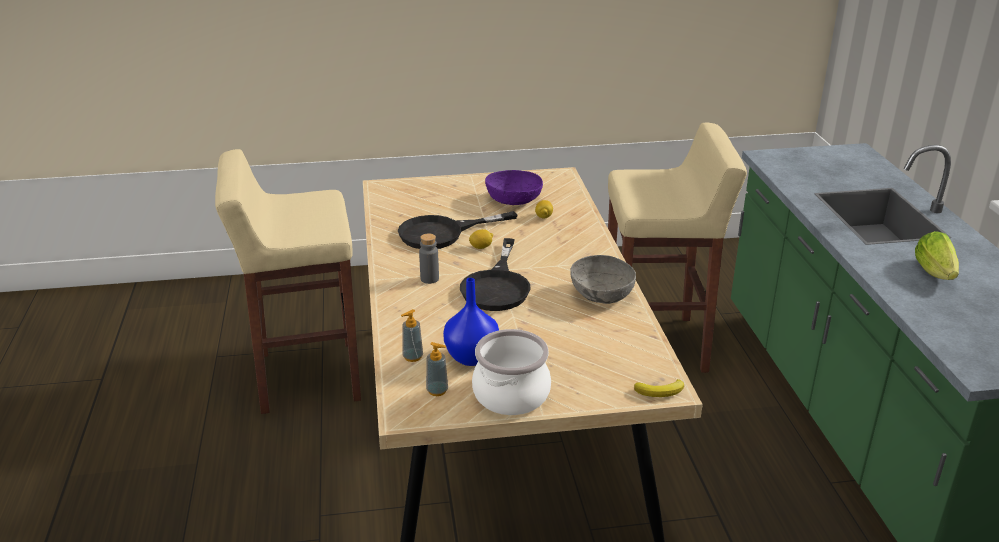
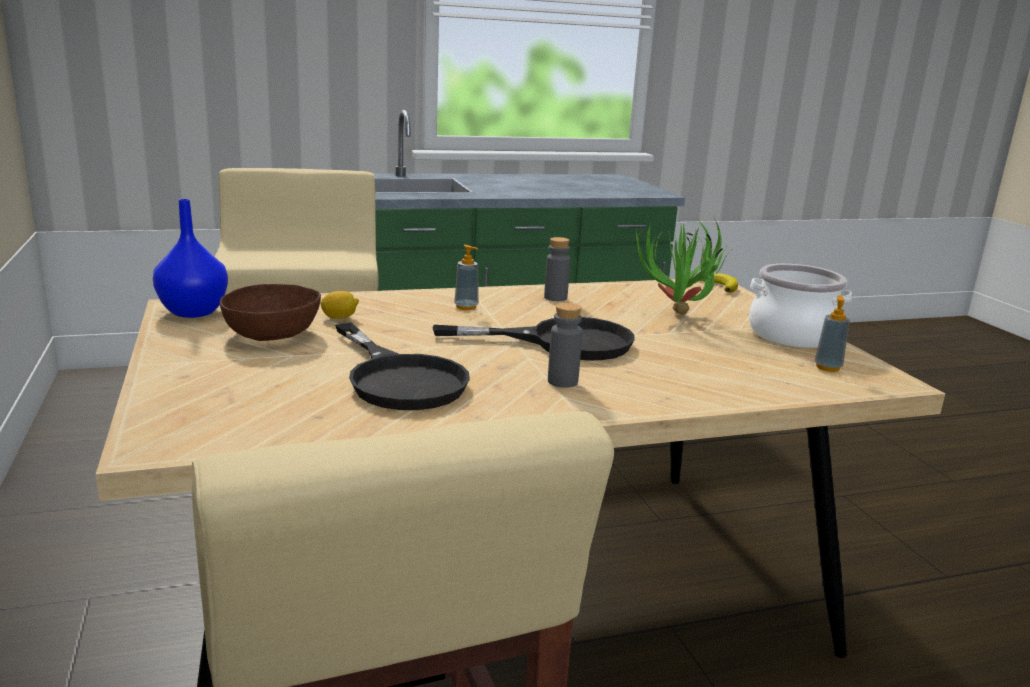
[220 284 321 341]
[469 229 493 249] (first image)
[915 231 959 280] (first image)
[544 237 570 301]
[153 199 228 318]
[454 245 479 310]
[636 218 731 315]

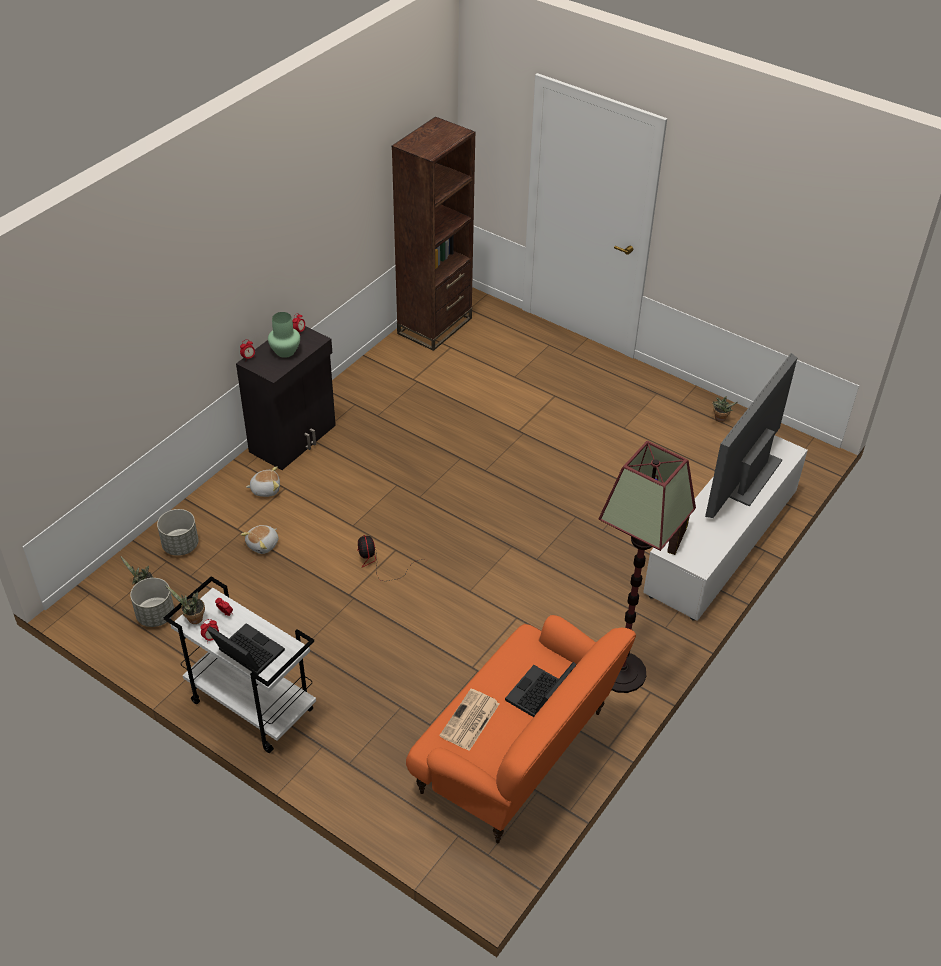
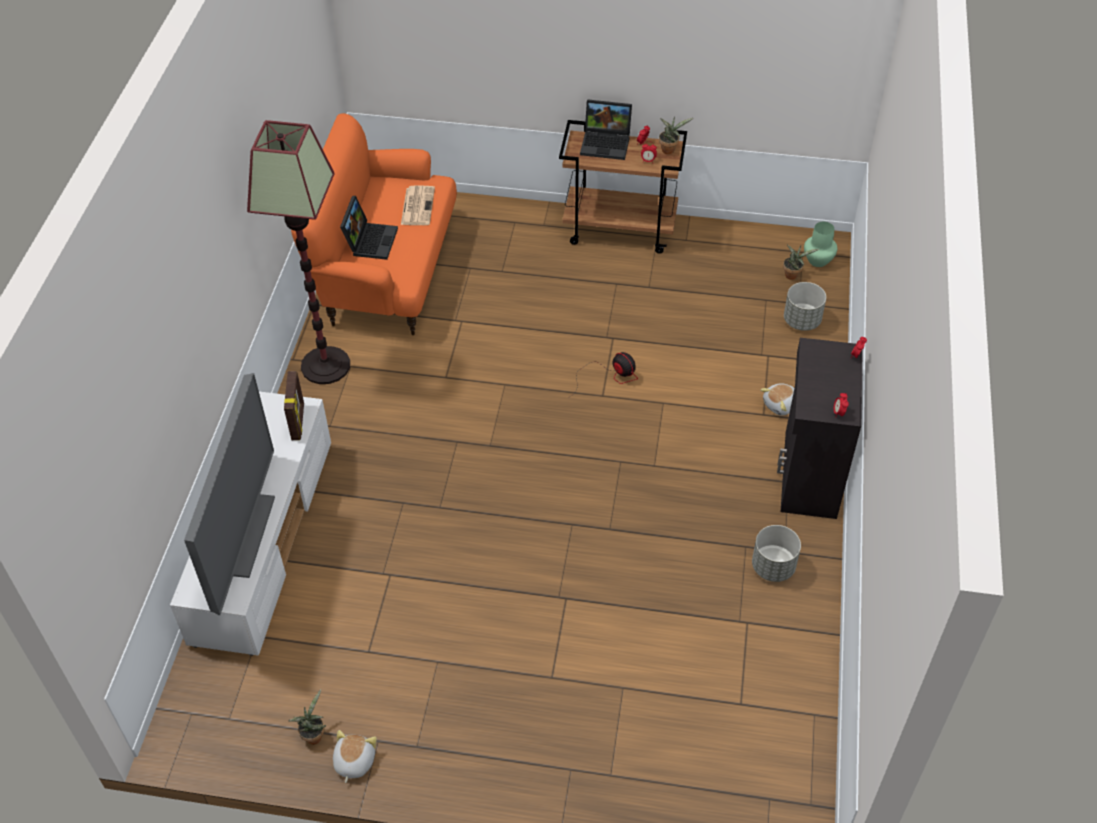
[392 117 475 351] (first image)
[804 222 837 267]
[333 730 377 783]
[559 120 687 254]
[752 525 801 582]

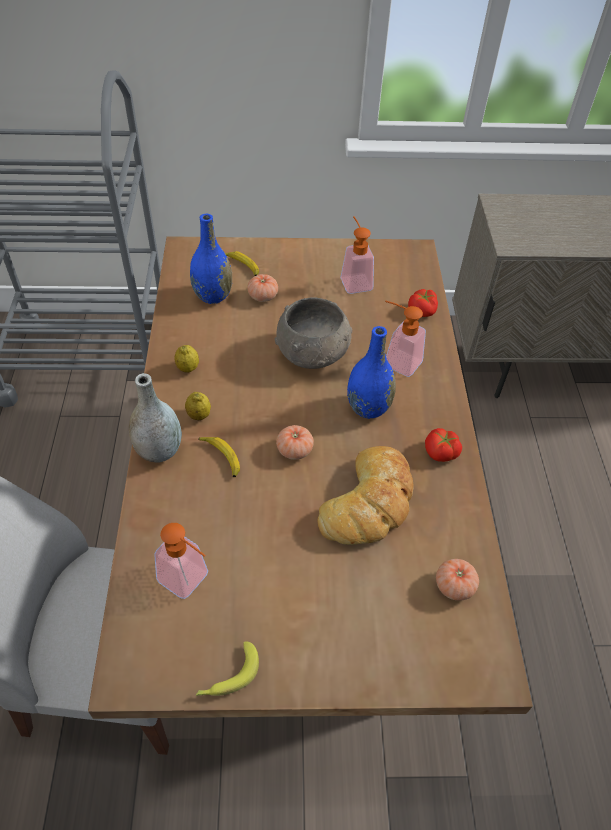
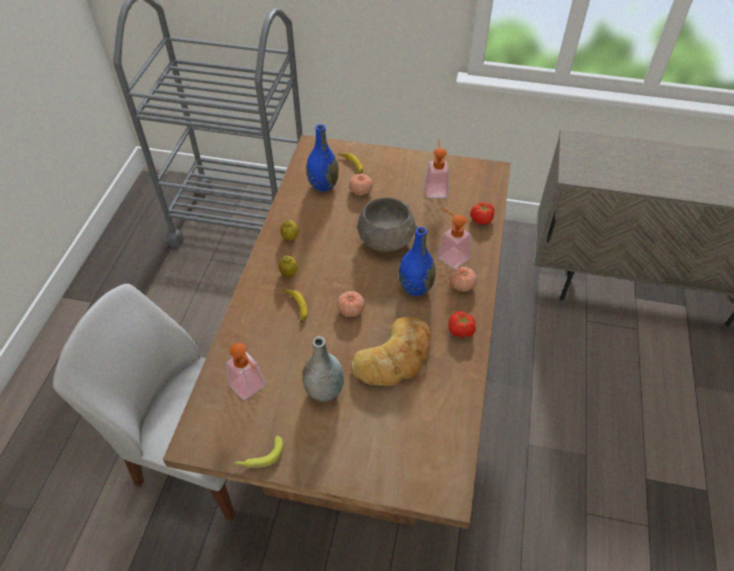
[302 336 344 402]
[450 267 477 292]

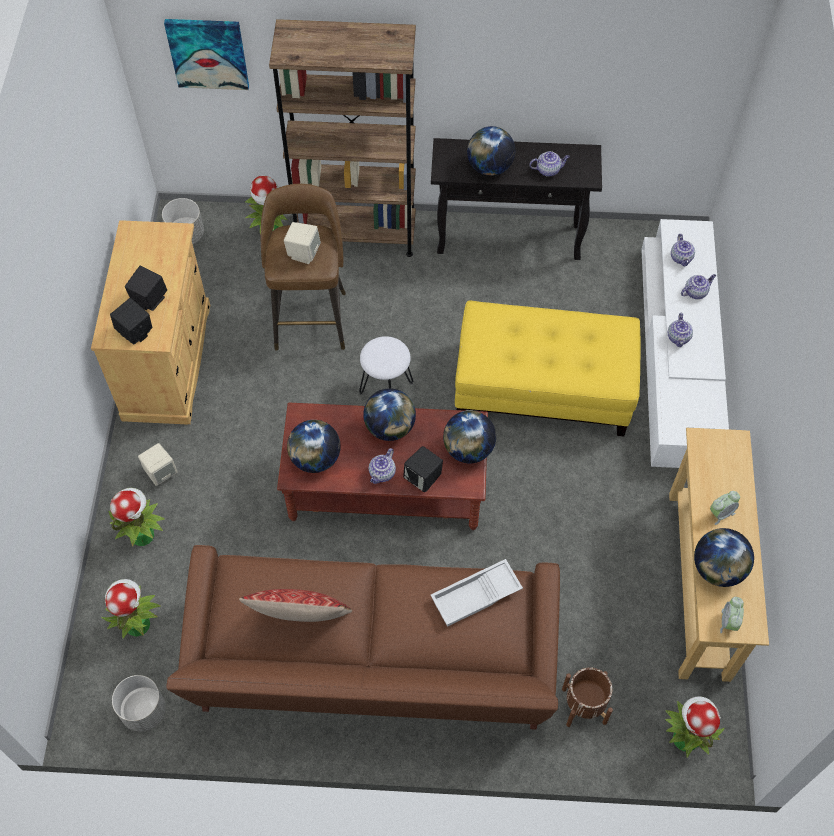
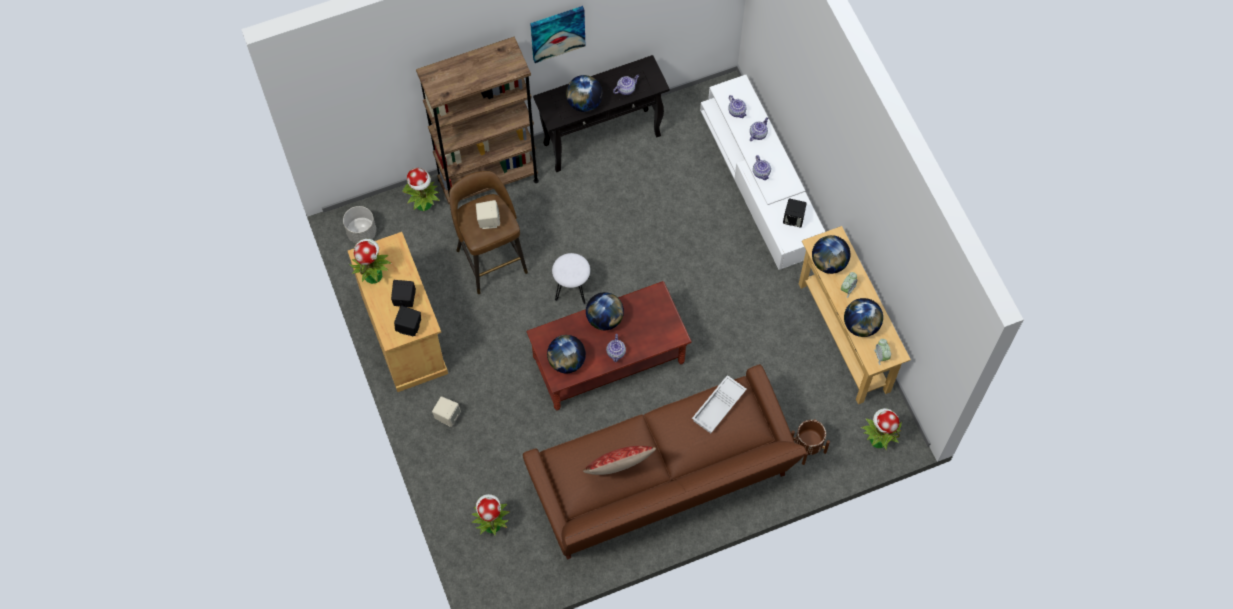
[530 6 585 63]
[455 301 641 436] (first image)
[812 235 850 274]
[783 199 807 228]
[349 239 392 284]
[112 675 166 731] (first image)

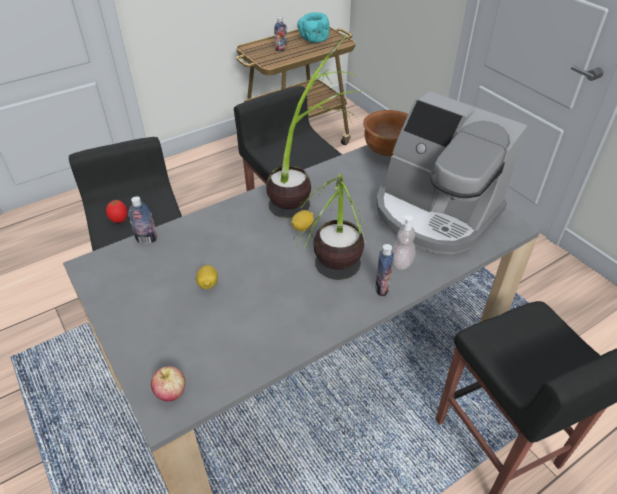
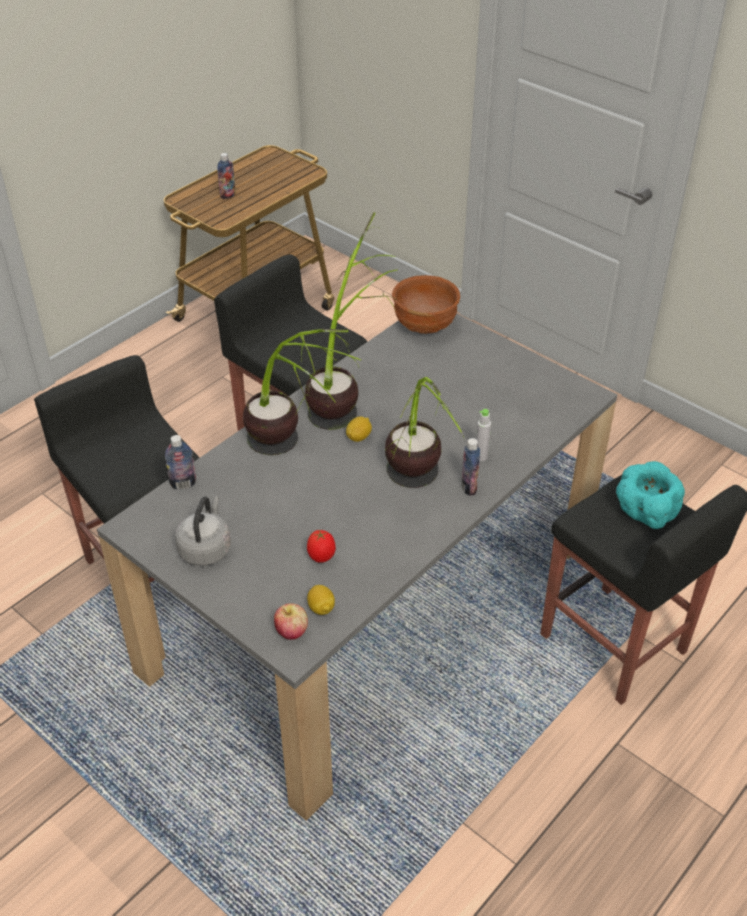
[616 461 685 529]
[376 92 527 254] (first image)
[307 530 336 563]
[476 409 491 461]
[307 585 335 615]
[243 329 361 455]
[175 496 231 566]

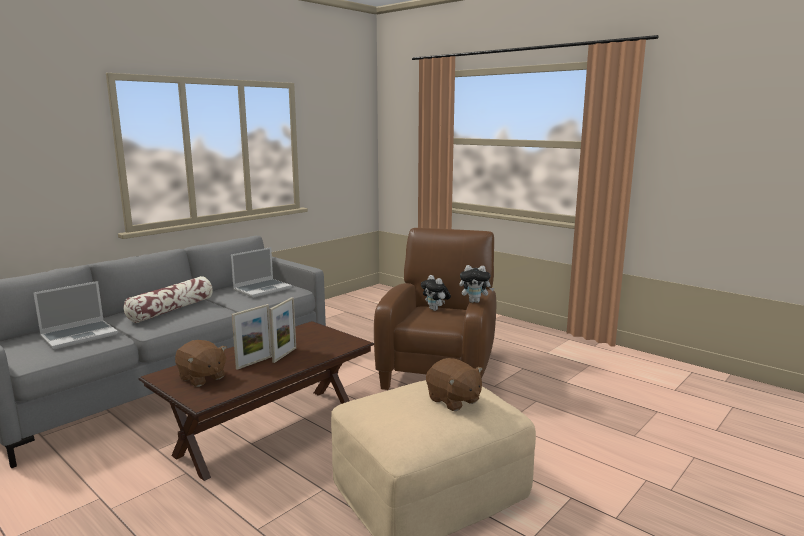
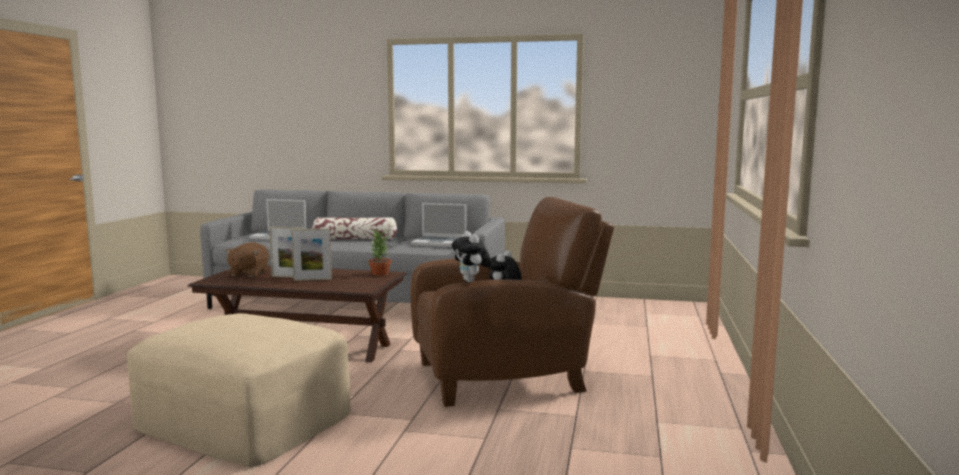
[426 358 483 411] (first image)
[369 230 391 276]

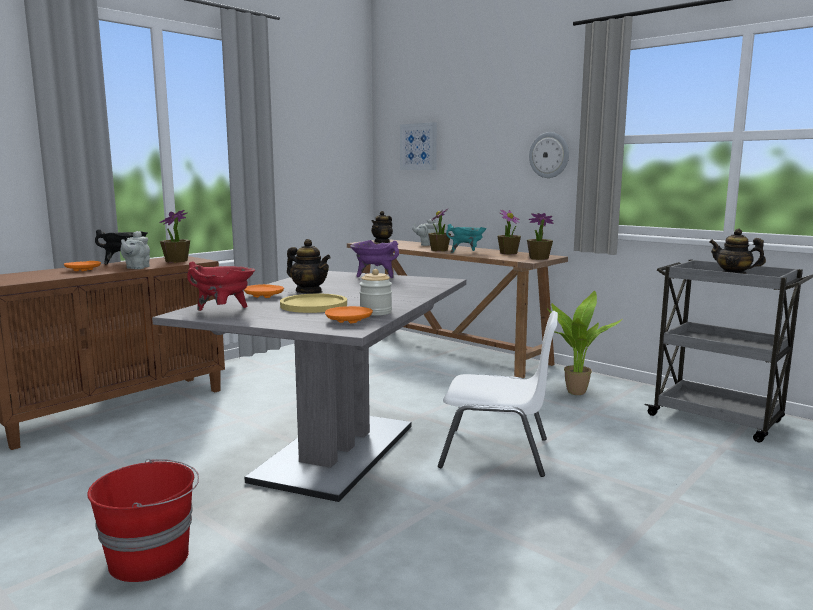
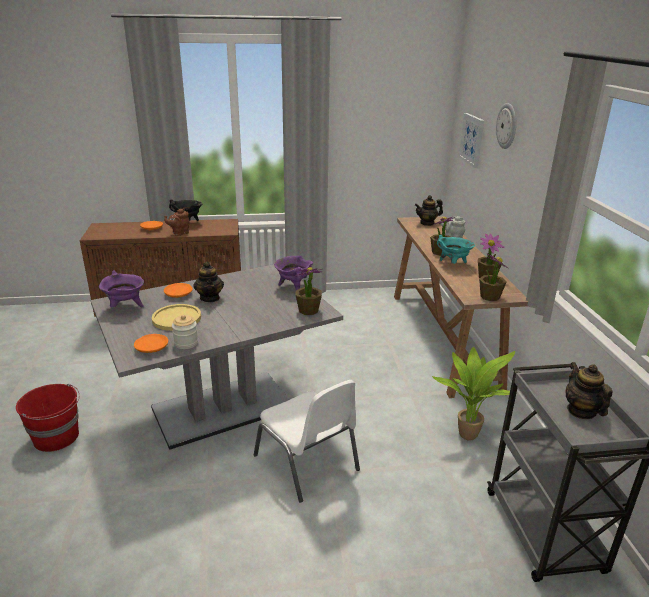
[496 103 516 149]
[295 267 322 315]
[164 208 190 236]
[99 270 144 307]

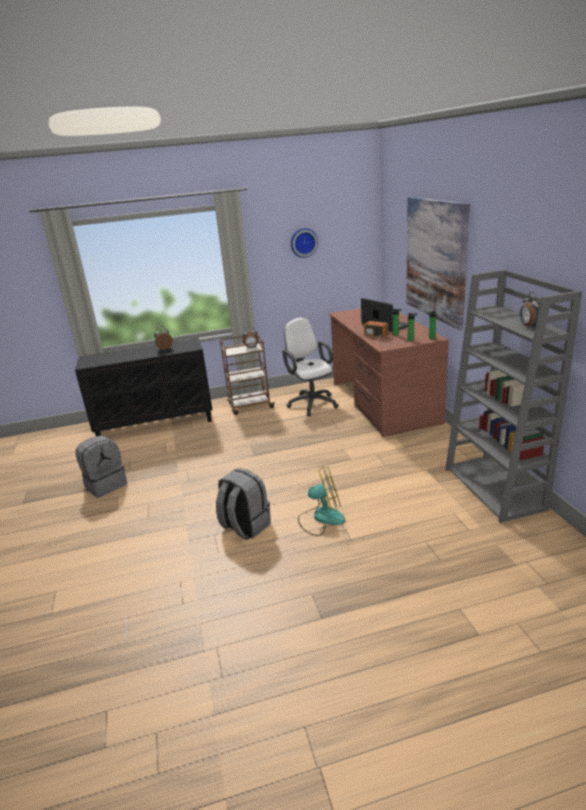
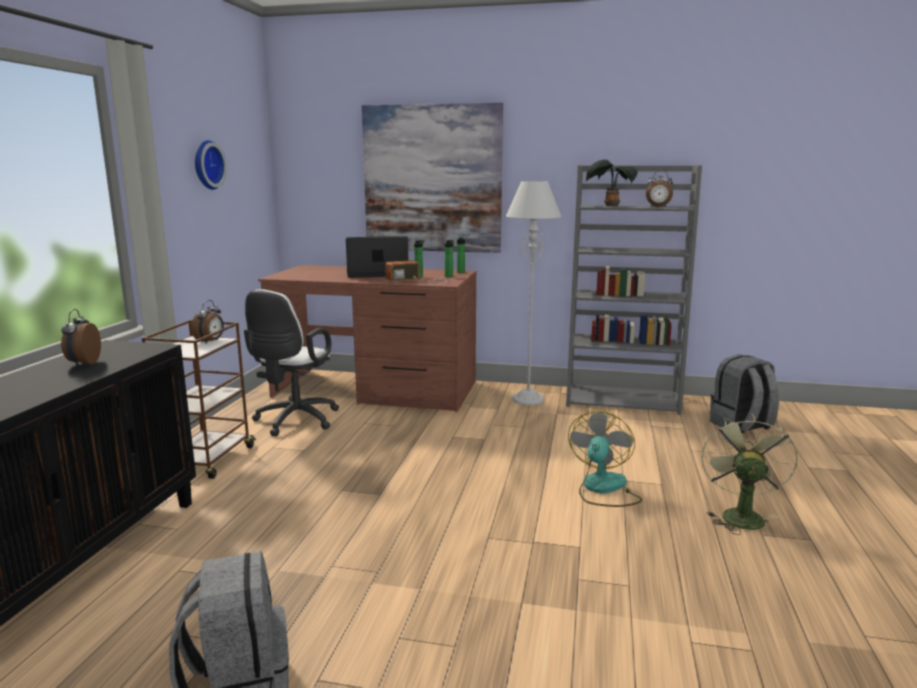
[244 289 339 436]
[710 355 779 433]
[586 160 638 206]
[506 181 562 405]
[701 413 798 535]

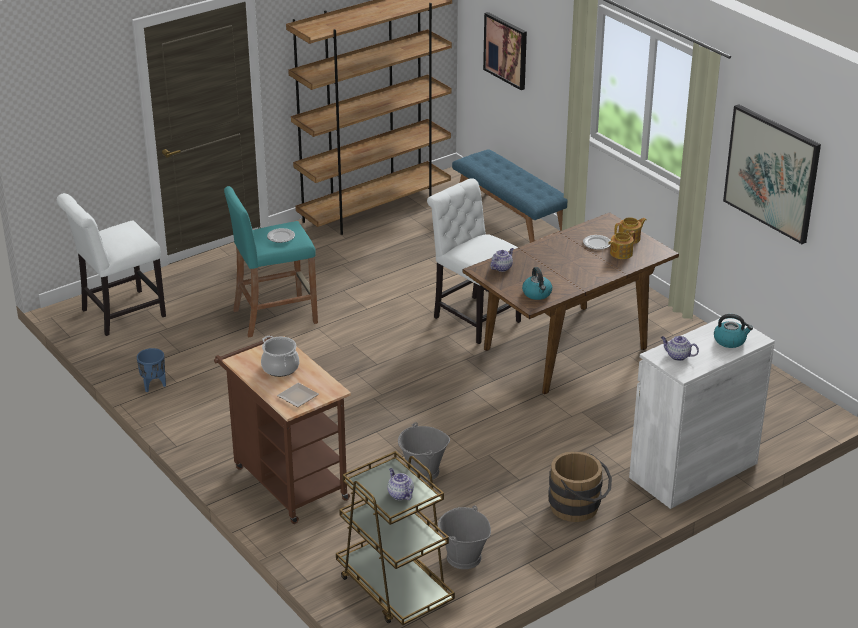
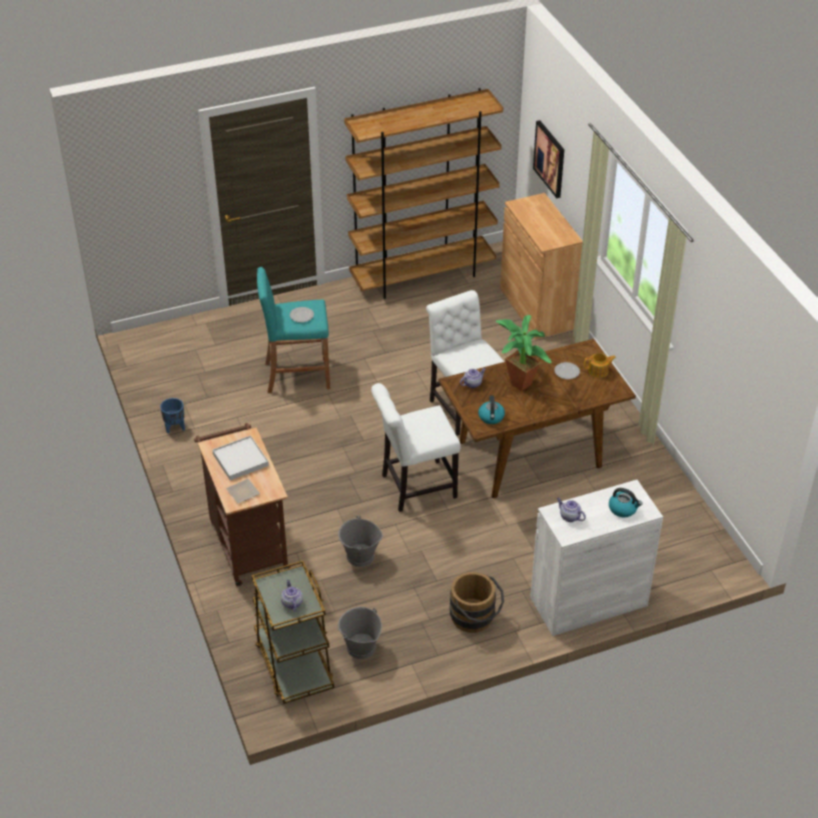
[723 104 821 244] (first image)
[500 193 583 339]
[371 383 461 512]
[608 231 636 259] (first image)
[212 435 269 480]
[496 315 551 391]

